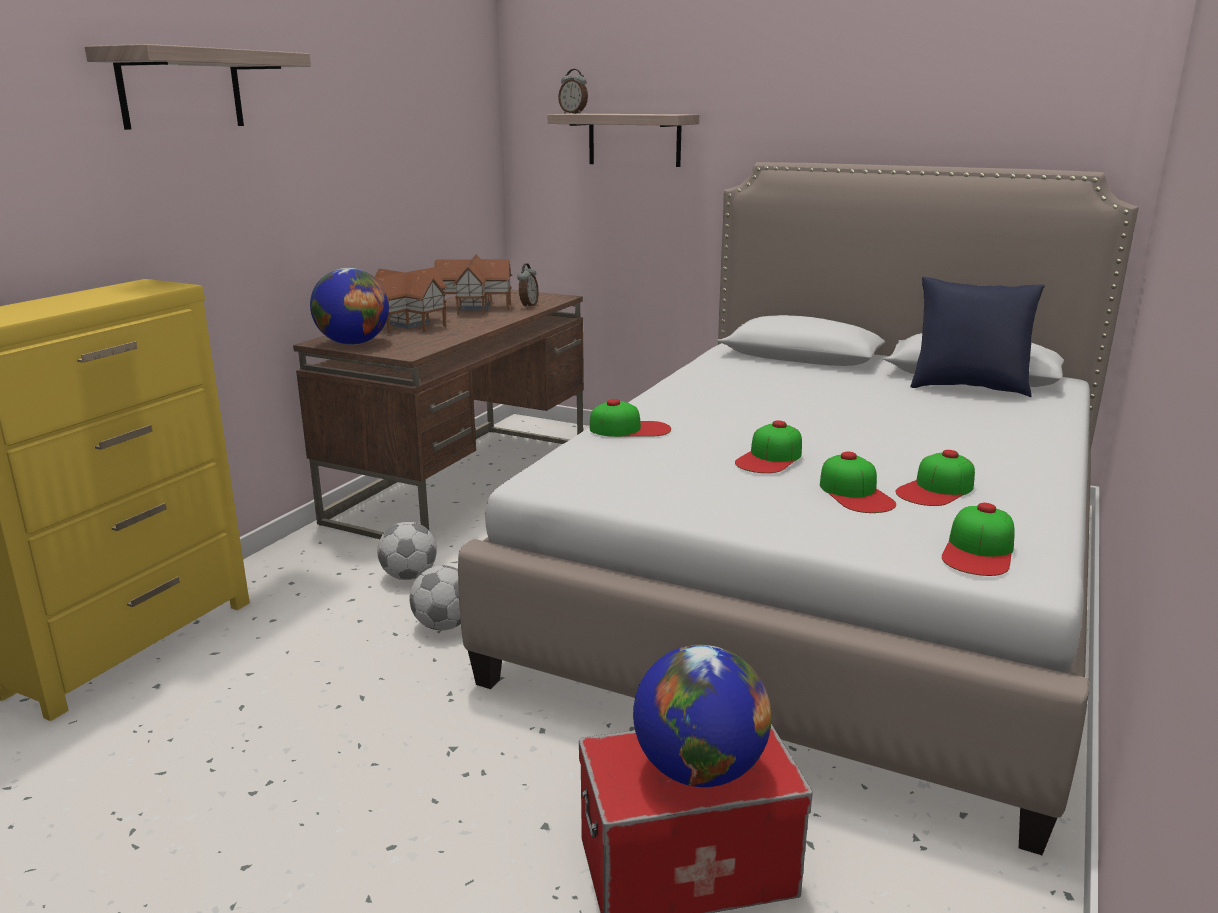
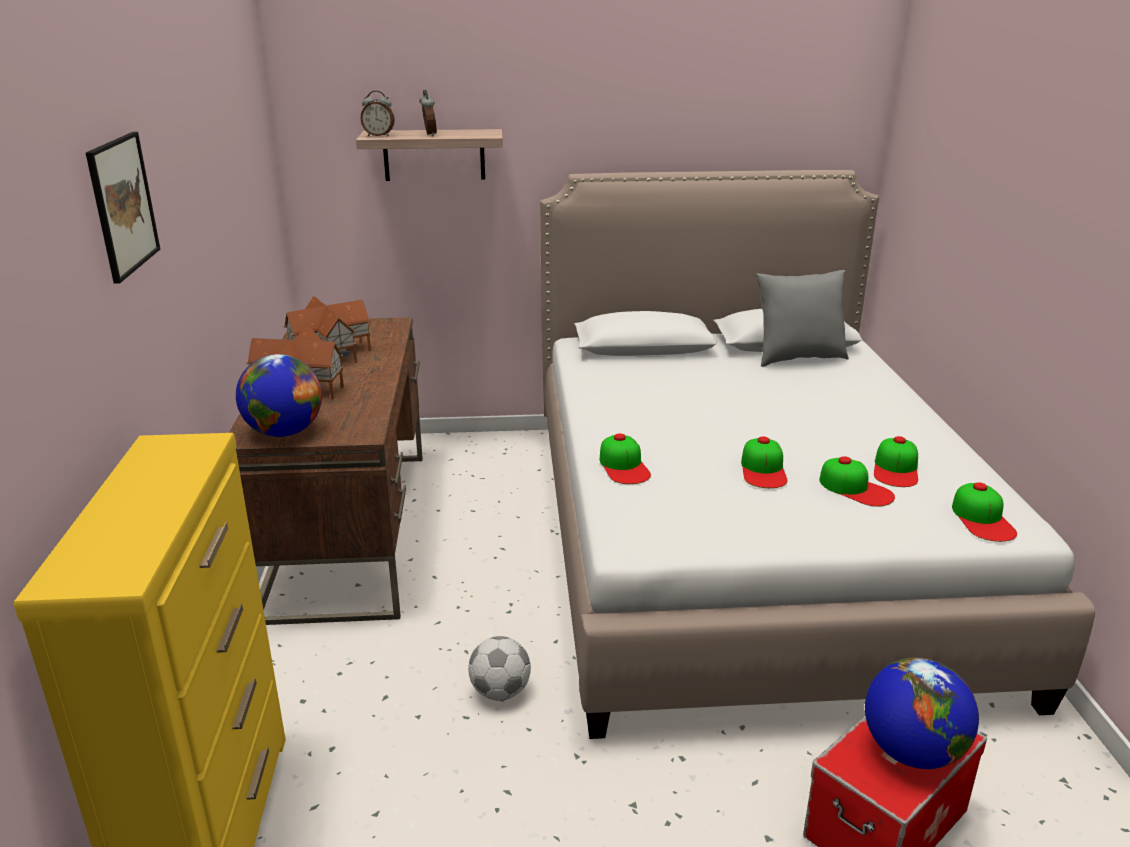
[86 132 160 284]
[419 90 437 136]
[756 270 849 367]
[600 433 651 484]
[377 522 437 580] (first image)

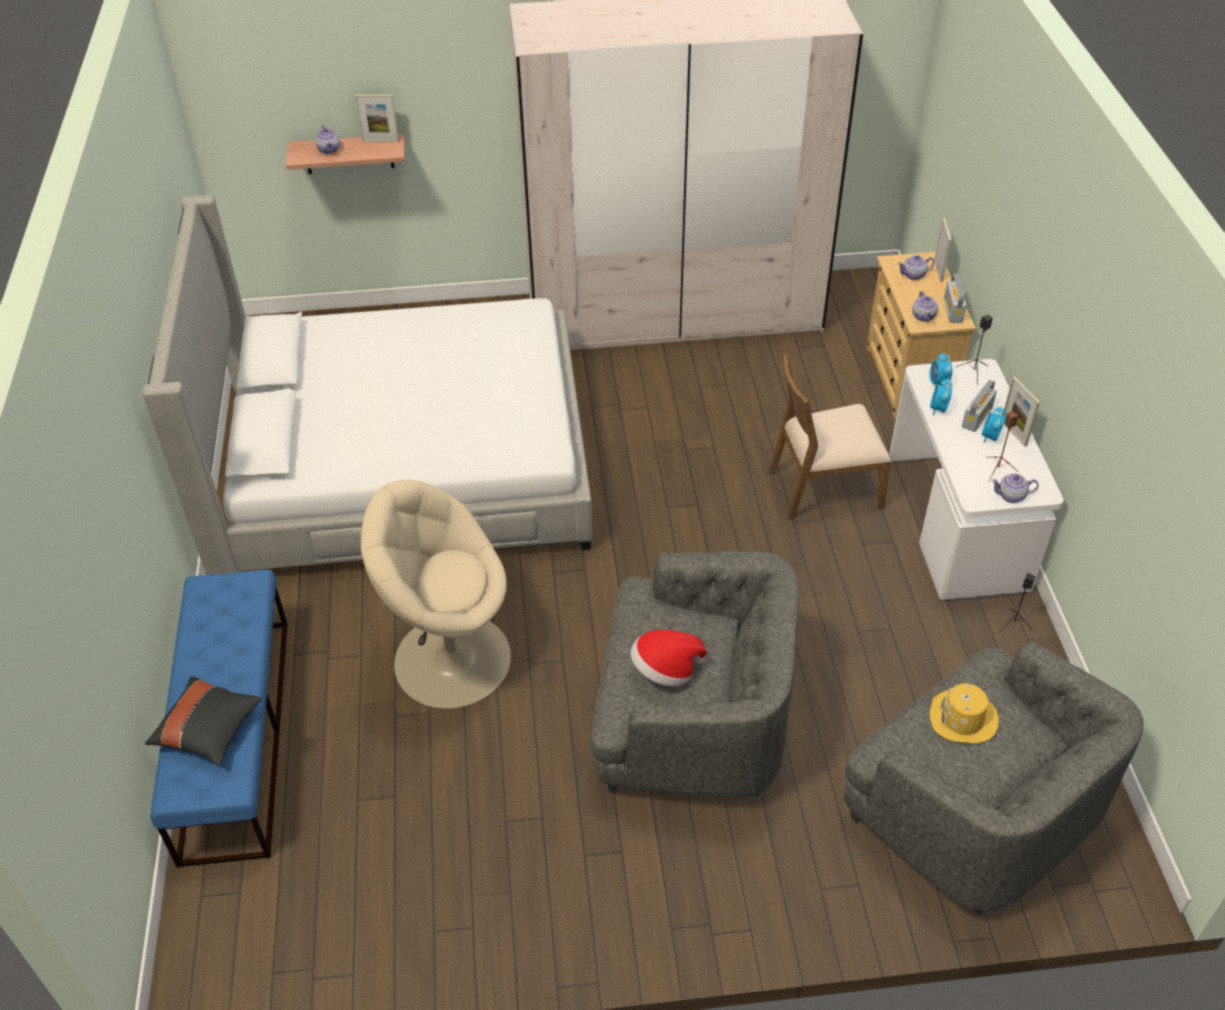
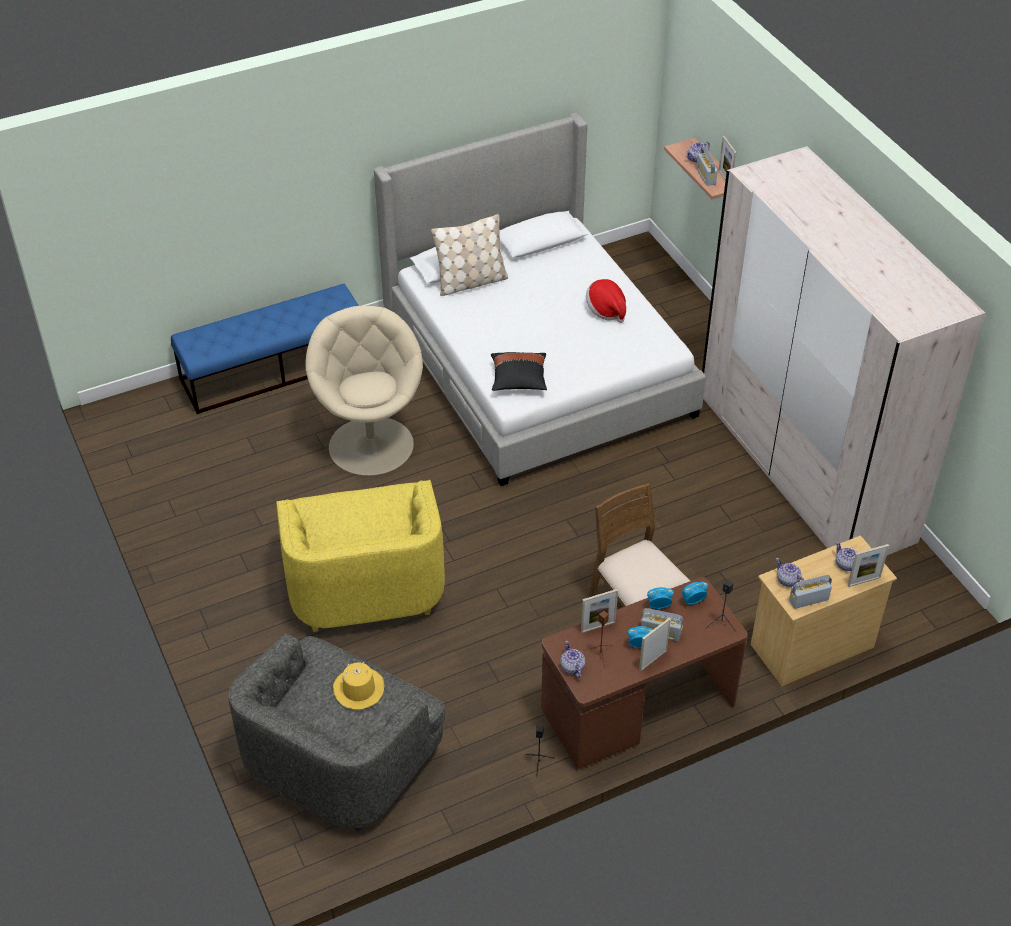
[776 558 804 587]
[541 577 748 769]
[276 480 445 632]
[586 279 626 323]
[491 352 547 391]
[696 147 718 186]
[431 214 508 296]
[581 589 618 633]

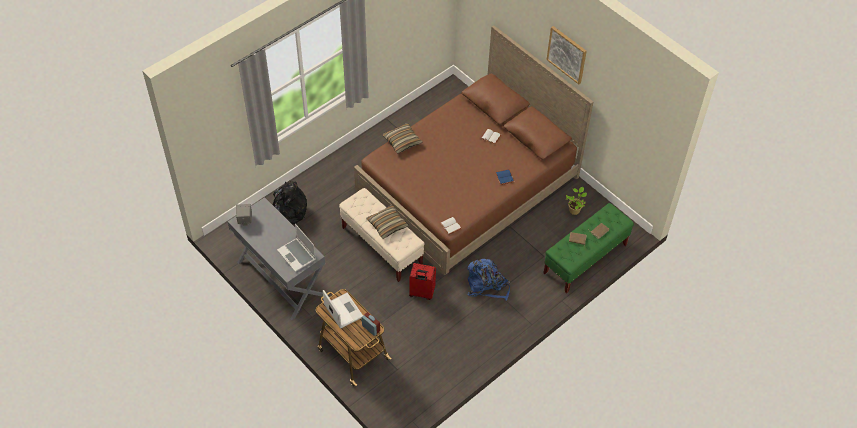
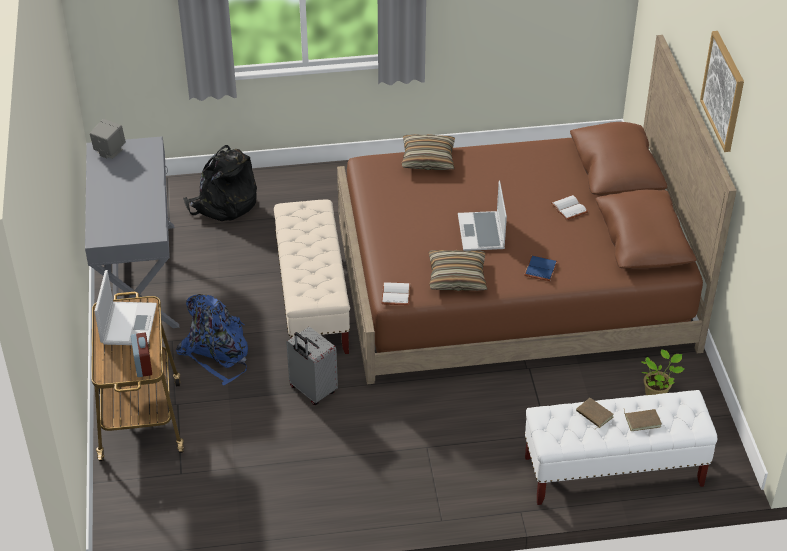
[525 390 717 505]
[429 250 487 291]
[458 181 507 251]
[176 294 248 386]
[286 327 338 405]

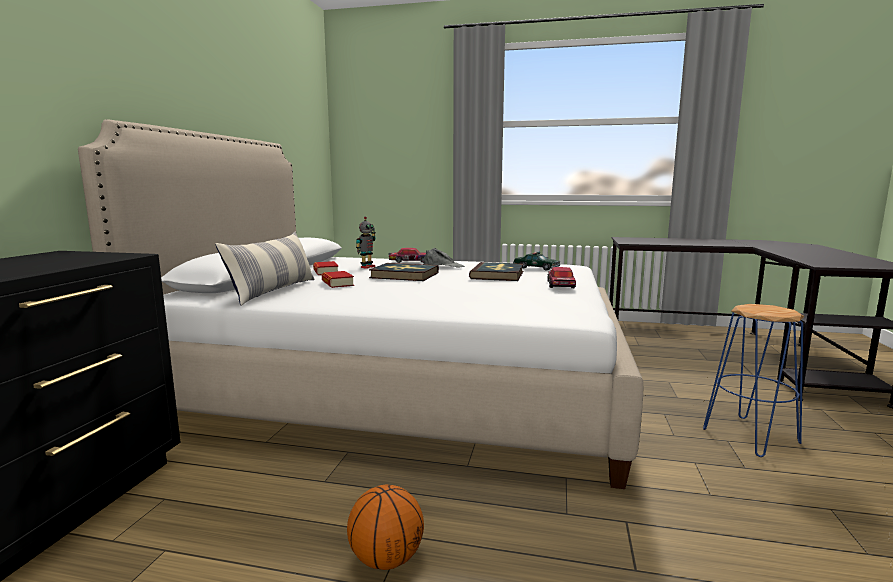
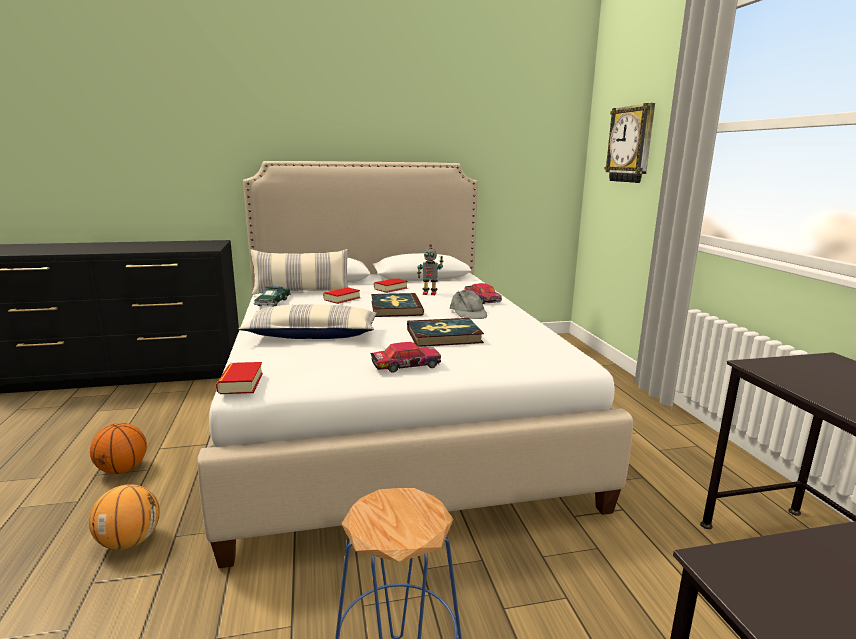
[254 286 291 306]
[604 103 655 183]
[239 304 377 339]
[216 362 263 394]
[89 484 160 550]

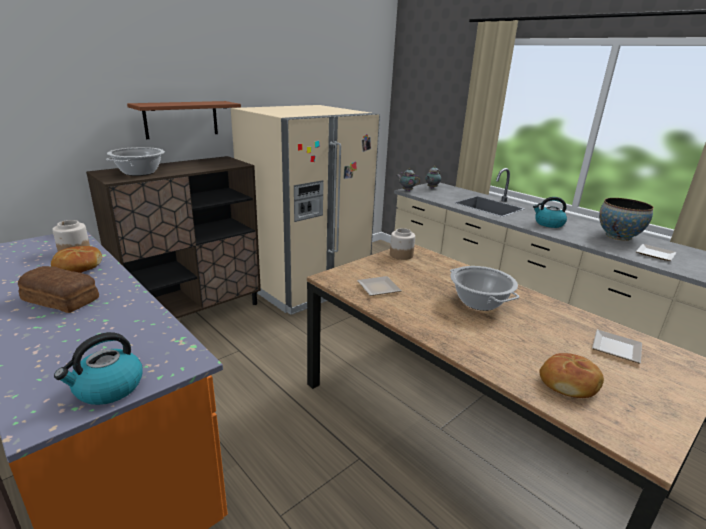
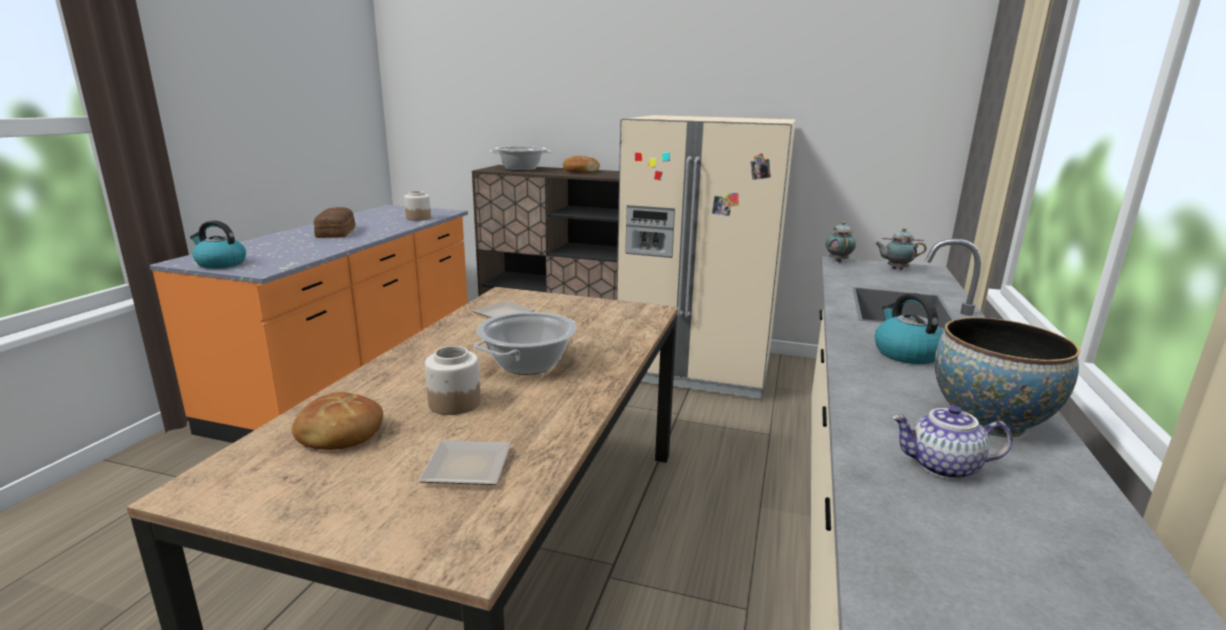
[127 101 241 139] (first image)
[425 346 481 415]
[891 405 1013 480]
[563 156 600 173]

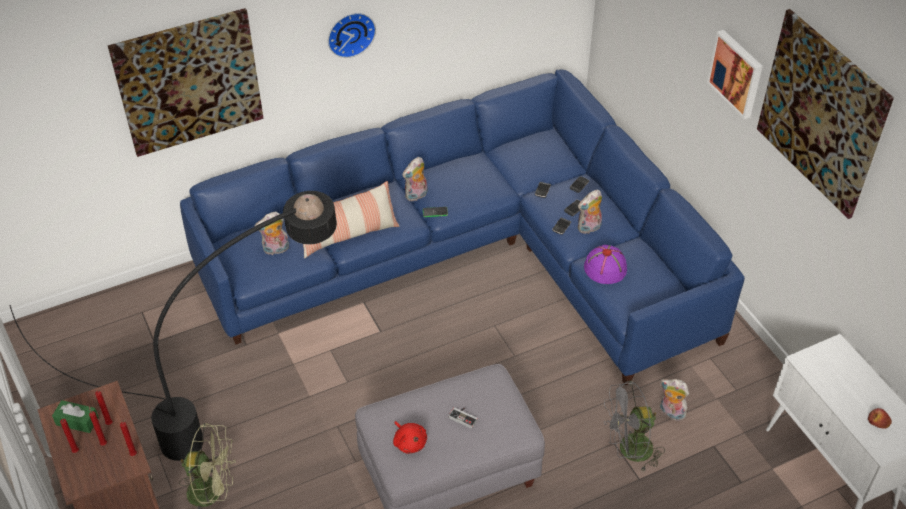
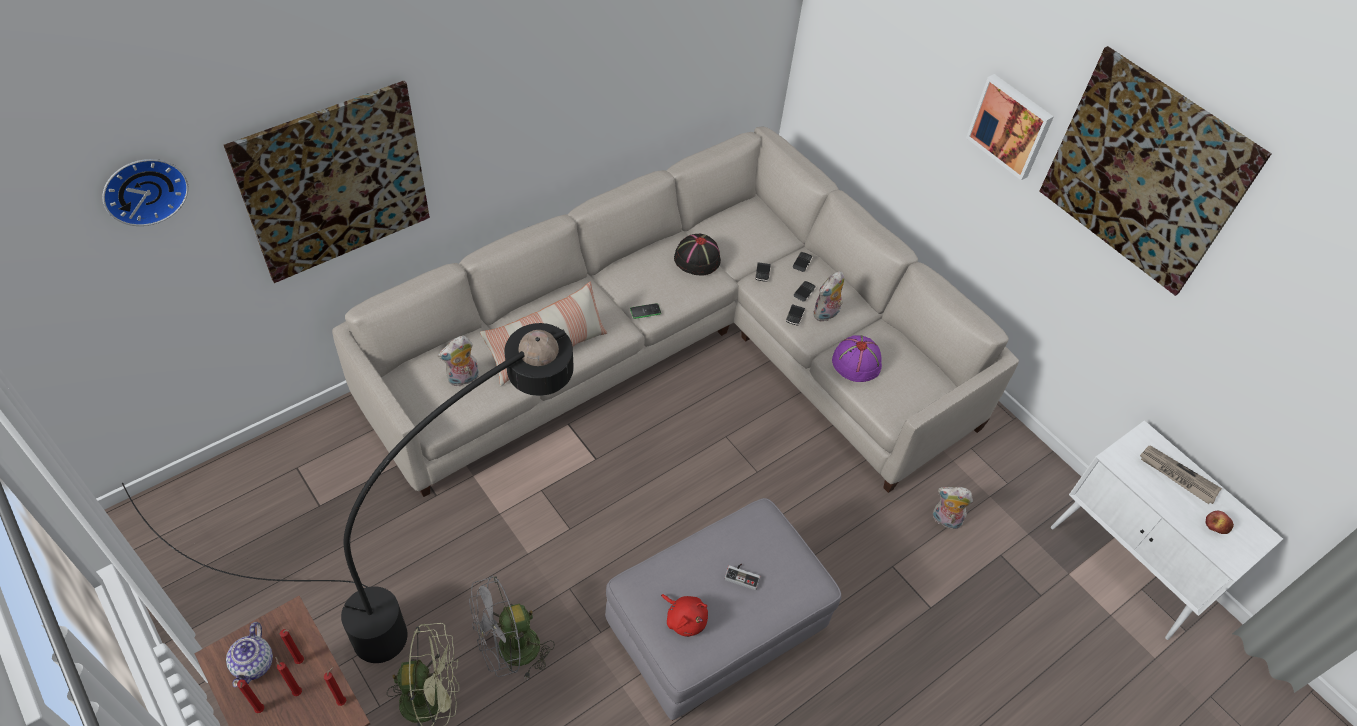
[103 159 188 226]
[332 127 1019 497]
[402 157 428 201] (first image)
[469 576 555 680]
[226 622 273 687]
[674 233 721 276]
[1140 445 1222 504]

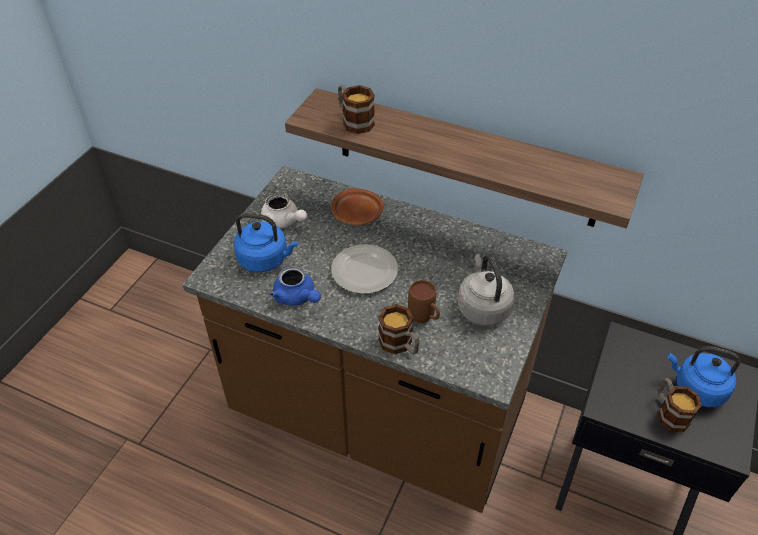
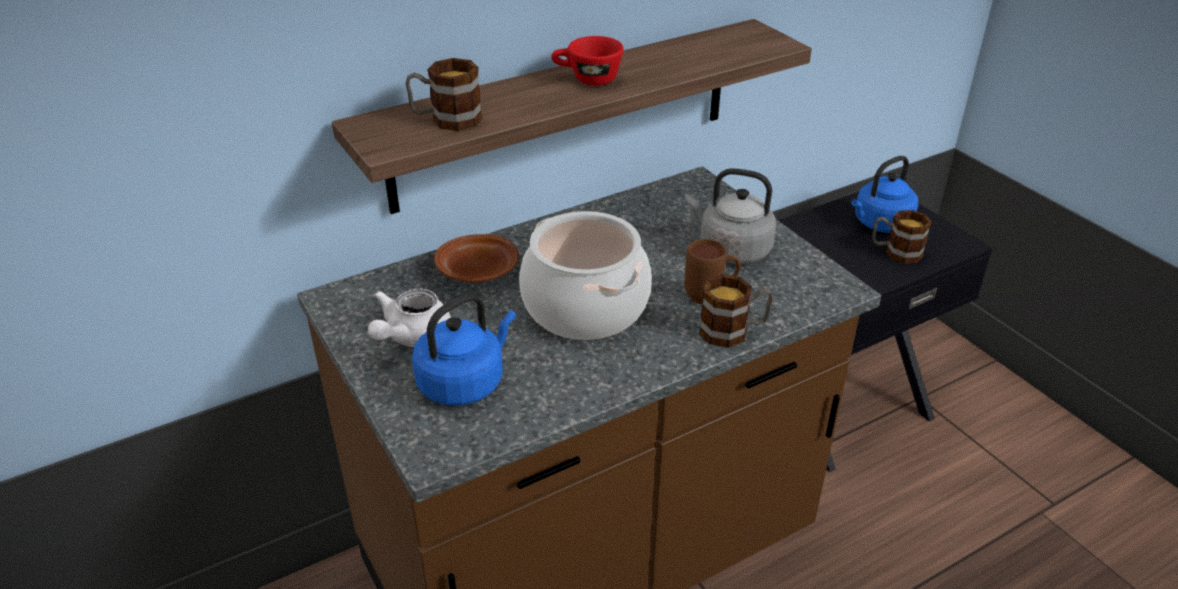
[368 288 451 347]
[519 211 652 340]
[270 266 321 306] (first image)
[551 36 624 86]

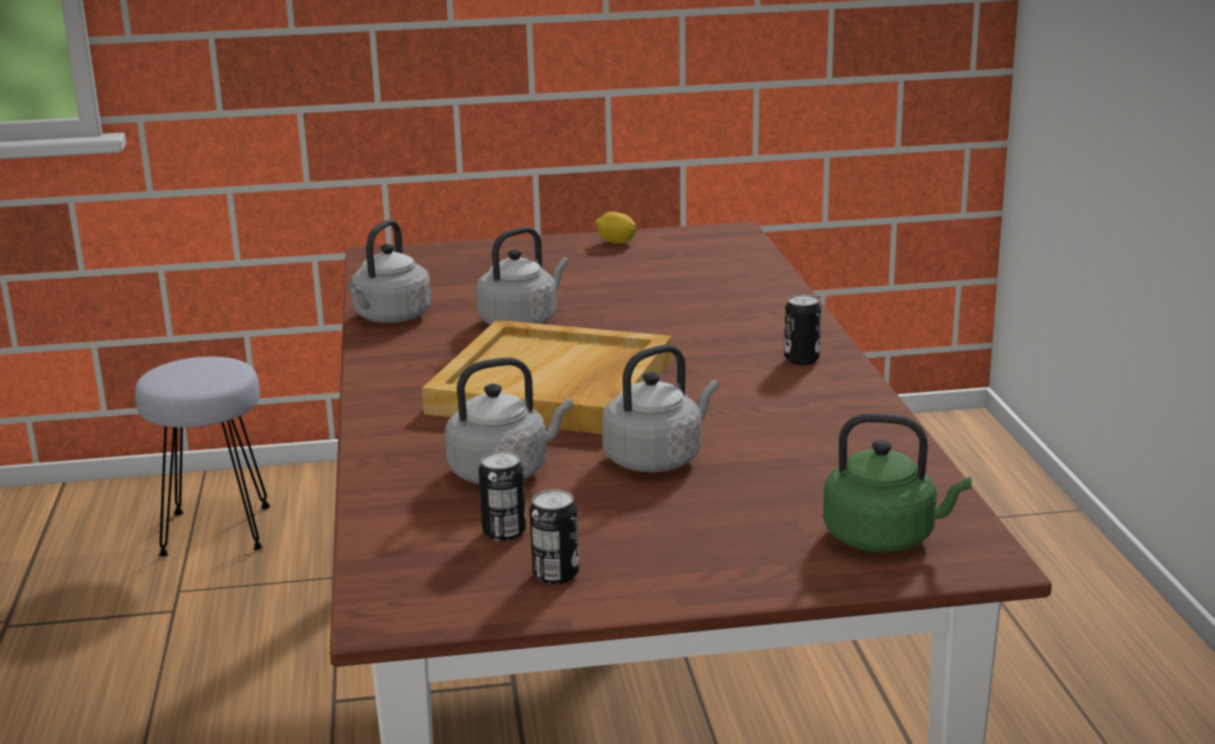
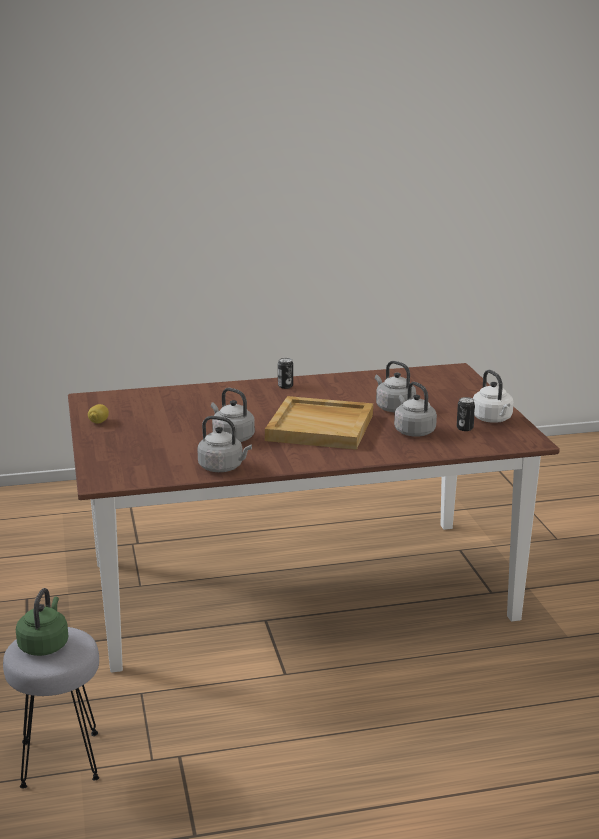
[16 588 68 656]
[473 370 514 423]

